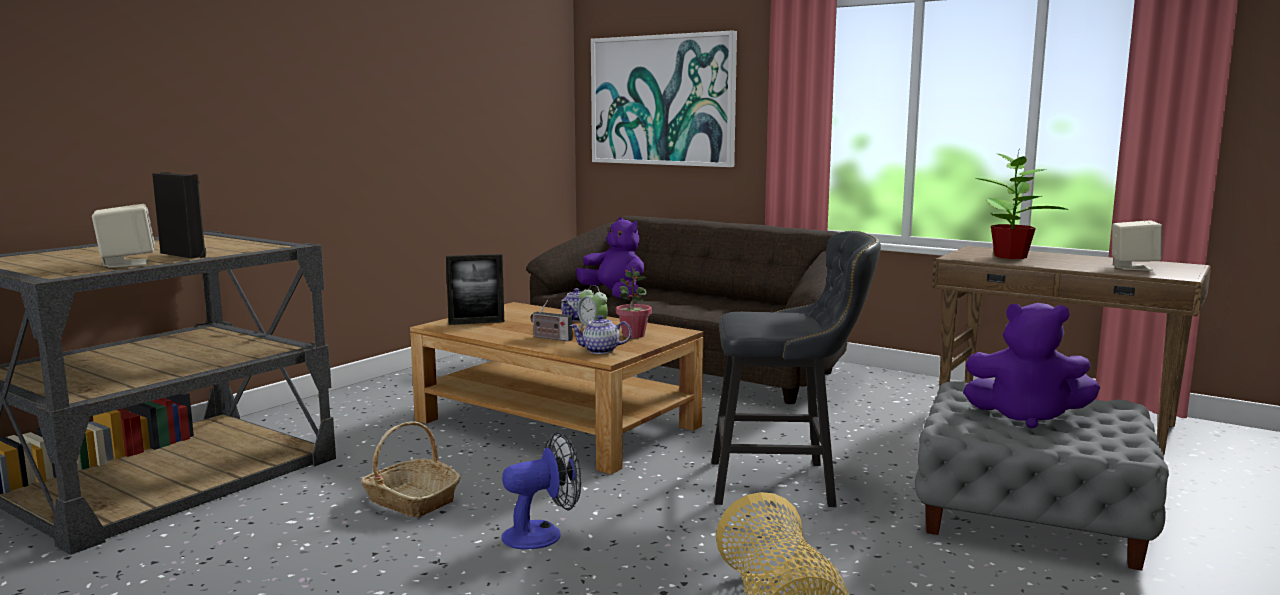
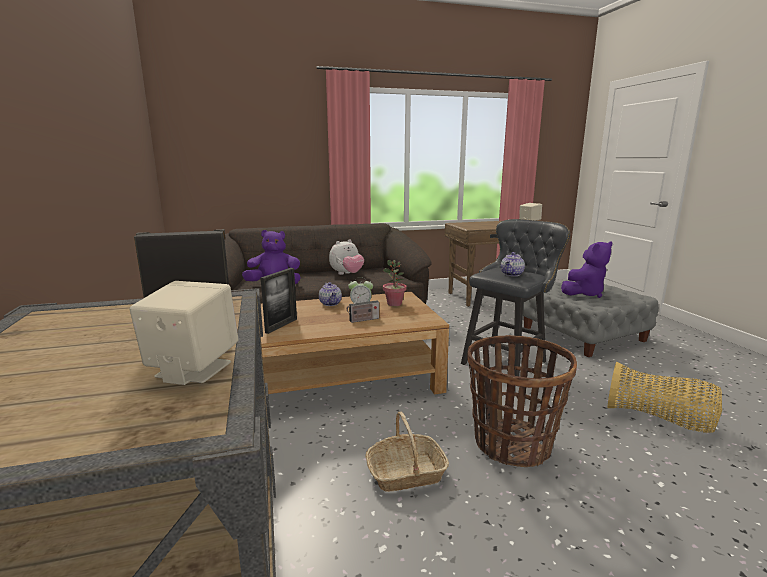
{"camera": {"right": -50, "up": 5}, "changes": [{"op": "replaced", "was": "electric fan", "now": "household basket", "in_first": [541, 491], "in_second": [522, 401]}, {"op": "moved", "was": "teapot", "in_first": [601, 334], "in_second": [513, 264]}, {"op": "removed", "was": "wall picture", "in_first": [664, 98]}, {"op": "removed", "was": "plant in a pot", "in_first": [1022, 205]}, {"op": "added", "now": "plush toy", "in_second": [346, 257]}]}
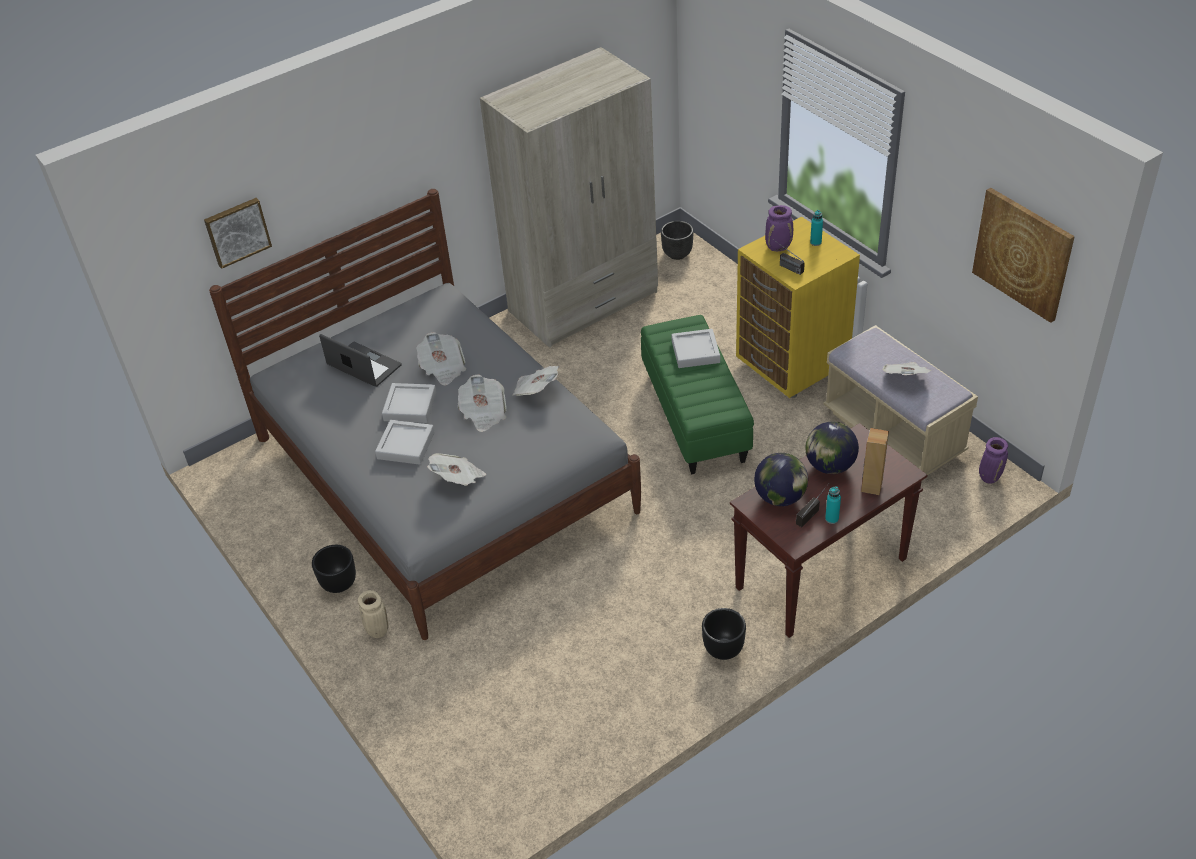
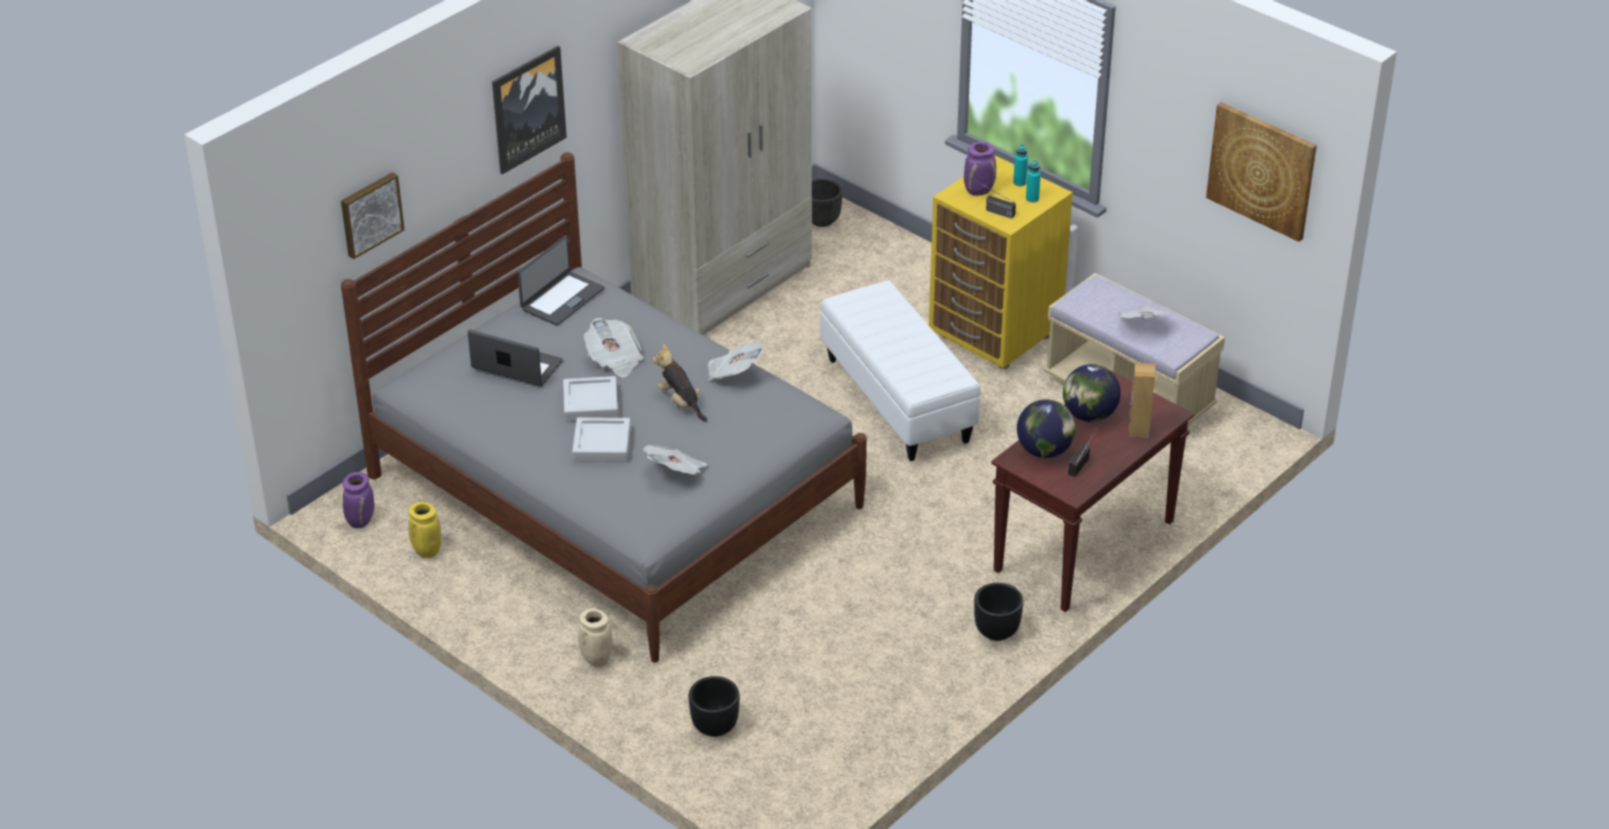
{"camera": {"right": -15, "up": -5}, "changes": [{"op": "moved", "was": "blackish flower pot", "in_first": [334, 569], "in_second": [714, 706]}, {"op": "replaced", "was": "daily paper", "now": "plush toy", "in_first": [482, 403], "in_second": [679, 383]}, {"op": "recoloured", "was": "greenish pouffe", "now": "whitish pouffe", "in_first": [697, 394], "in_second": [900, 370]}, {"op": "removed", "was": "greyish tray", "in_first": [696, 348]}, {"op": "moved", "was": "blue-green beverage bottle", "in_first": [833, 505], "in_second": [1033, 181]}, {"op": "moved", "was": "purple-coloured decorative vase", "in_first": [993, 460], "in_second": [358, 500]}, {"op": "added", "now": "yellowish decorative vase", "in_second": [424, 530]}, {"op": "added", "now": "wall picture", "in_second": [529, 110]}, {"op": "added", "now": "laptop", "in_second": [560, 280]}]}
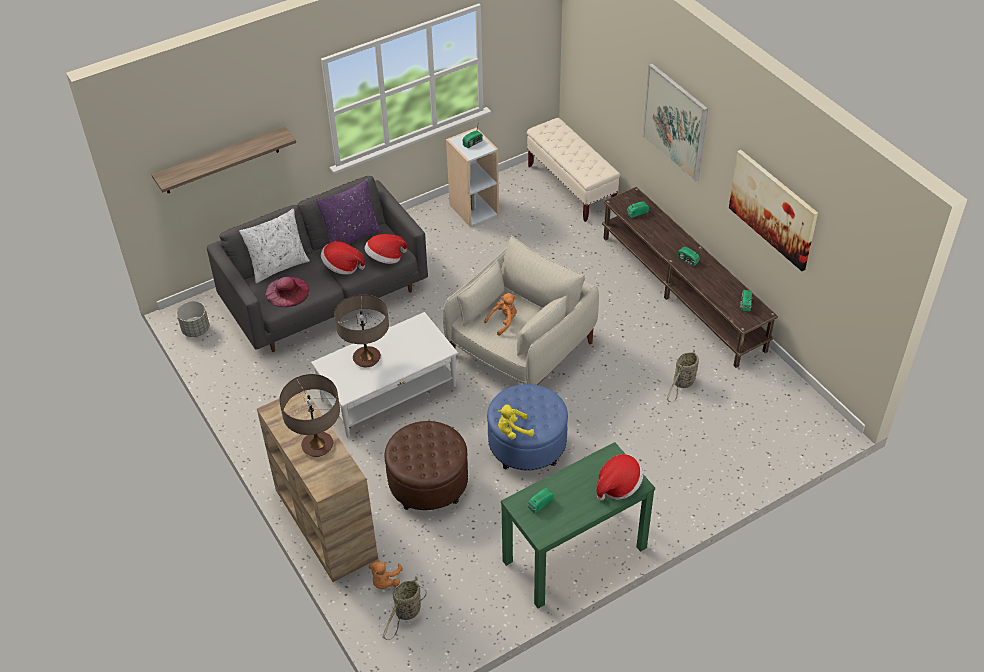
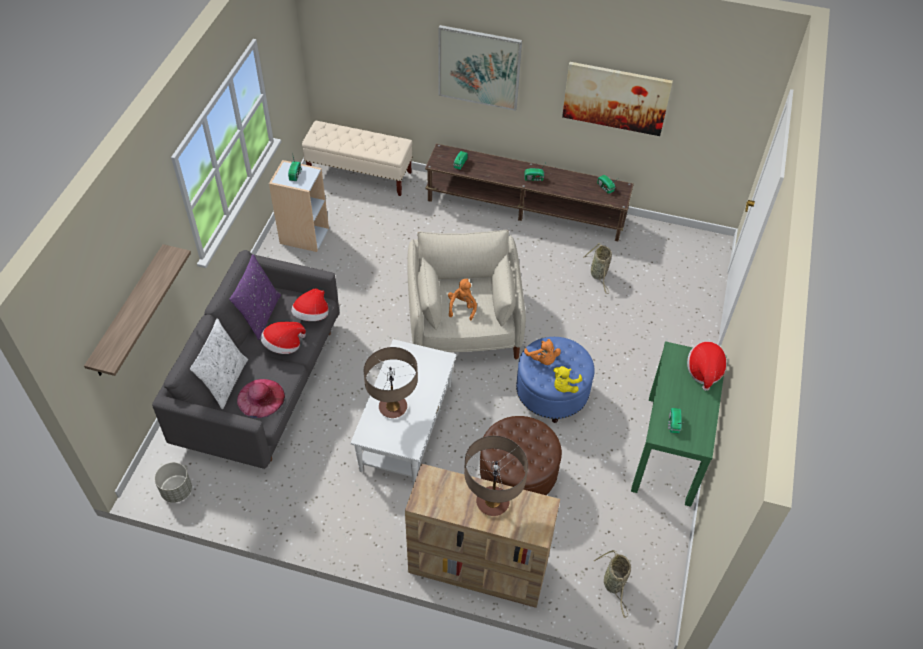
{"camera": {"right": -45, "up": 5}, "changes": [{"op": "moved", "was": "orange-coloured plush toy", "in_first": [386, 574], "in_second": [542, 352]}]}
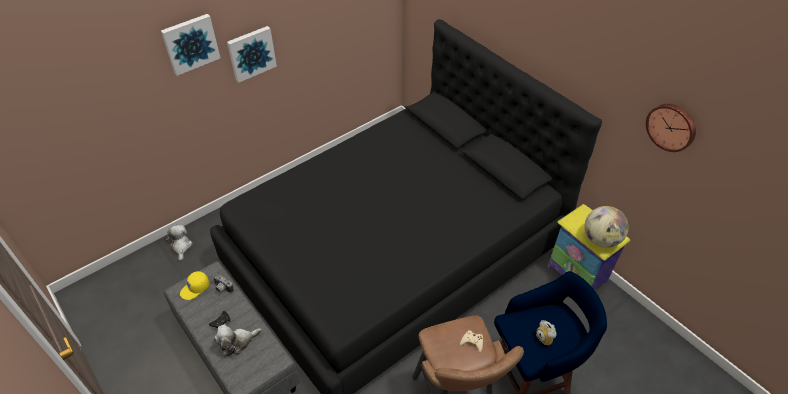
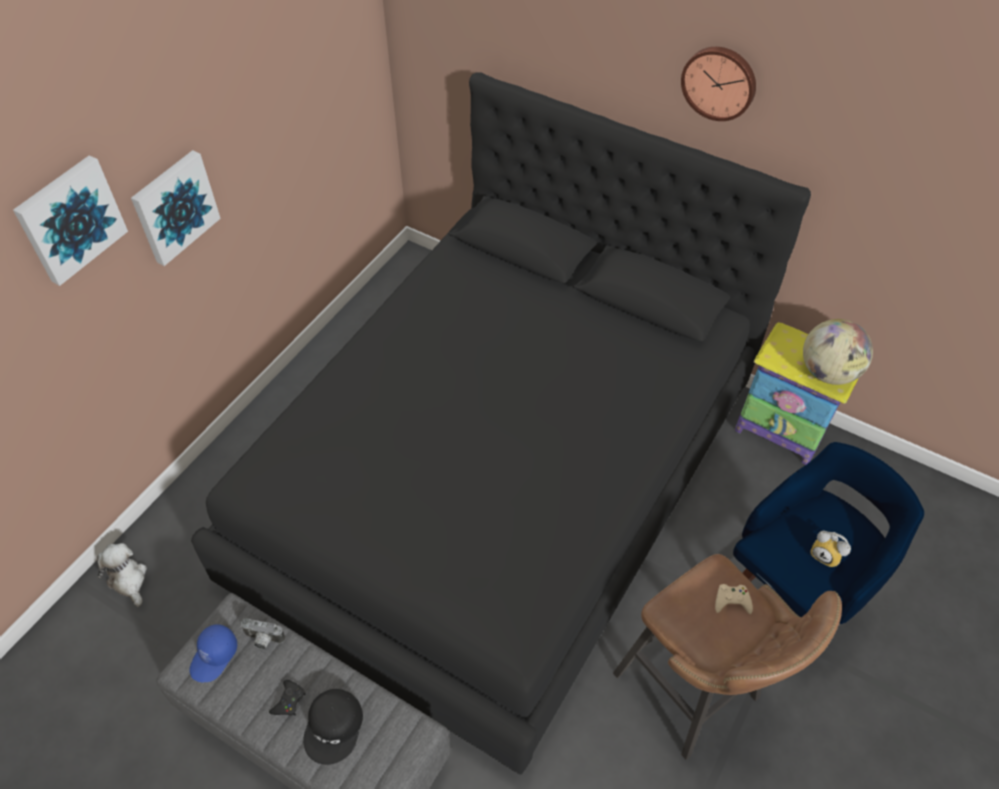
{"camera": {"right": -20, "up": 5}, "changes": [{"op": "recoloured", "was": "yellowish peaked cap", "now": "bluish peaked cap", "in_first": [194, 285], "in_second": [213, 653]}, {"op": "replaced", "was": "plush toy", "now": "blackish peaked cap", "in_first": [238, 340], "in_second": [333, 727]}, {"op": "moved", "was": "hanging clock", "in_first": [671, 128], "in_second": [718, 84]}]}
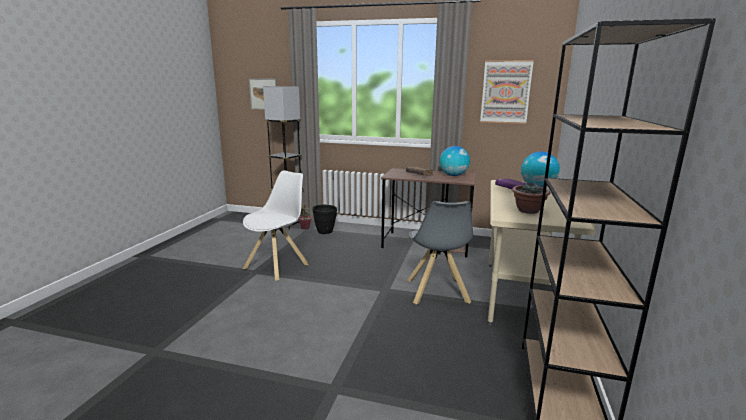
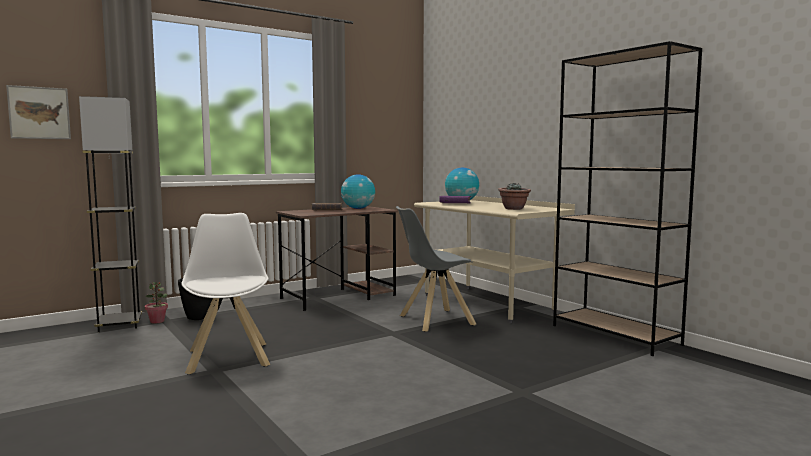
{"camera": {"right": -50, "up": -10}, "changes": [{"op": "turned", "was": "greyish chair", "in_first": [440, 253], "in_second": [436, 269], "clockwise": 120}, {"op": "removed", "was": "wall picture", "in_first": [507, 92]}]}
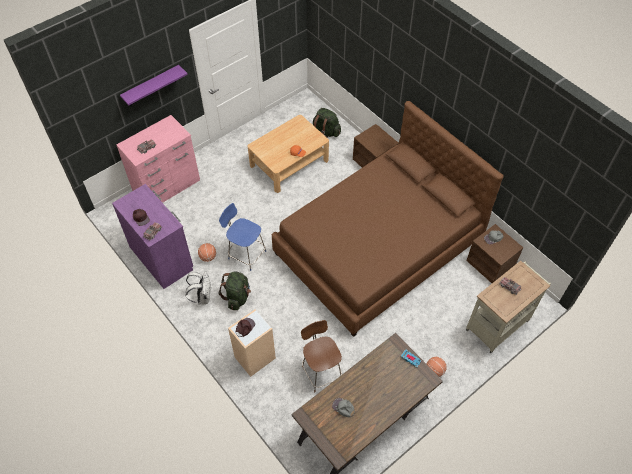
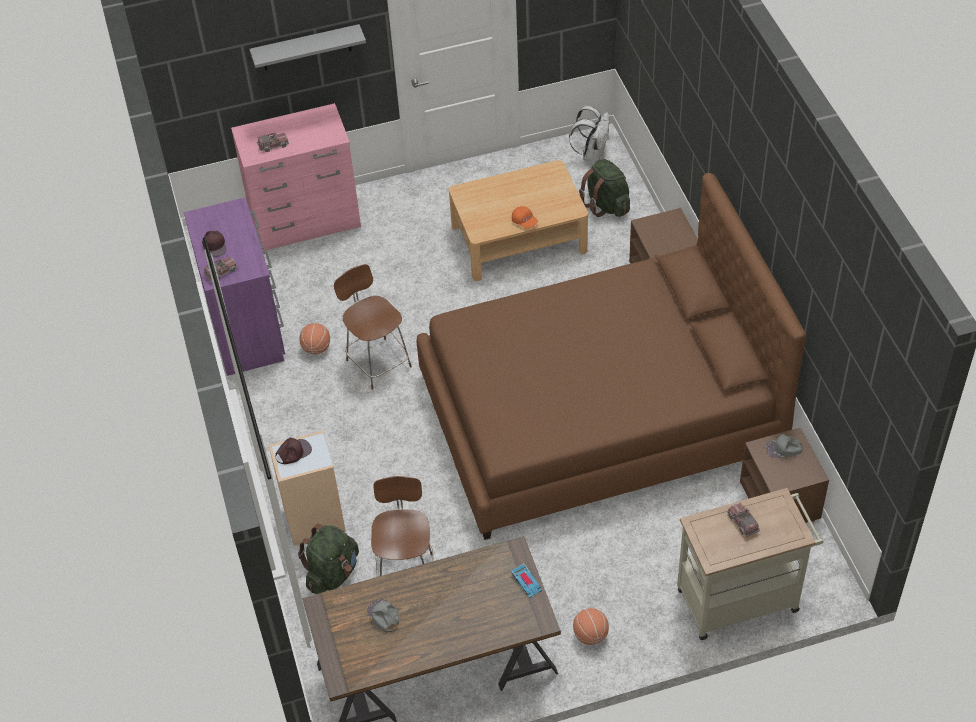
{"camera": {"right": 25, "up": -5}, "changes": [{"op": "recoloured", "was": "purple-coloured shelf", "now": "greyish shelf", "in_first": [154, 85], "in_second": [307, 47]}, {"op": "moved", "was": "whitish backpack", "in_first": [198, 288], "in_second": [589, 134]}, {"op": "recoloured", "was": "bluish chair", "now": "brownish chair", "in_first": [242, 237], "in_second": [373, 327]}, {"op": "moved", "was": "greenish backpack", "in_first": [235, 291], "in_second": [328, 559]}]}
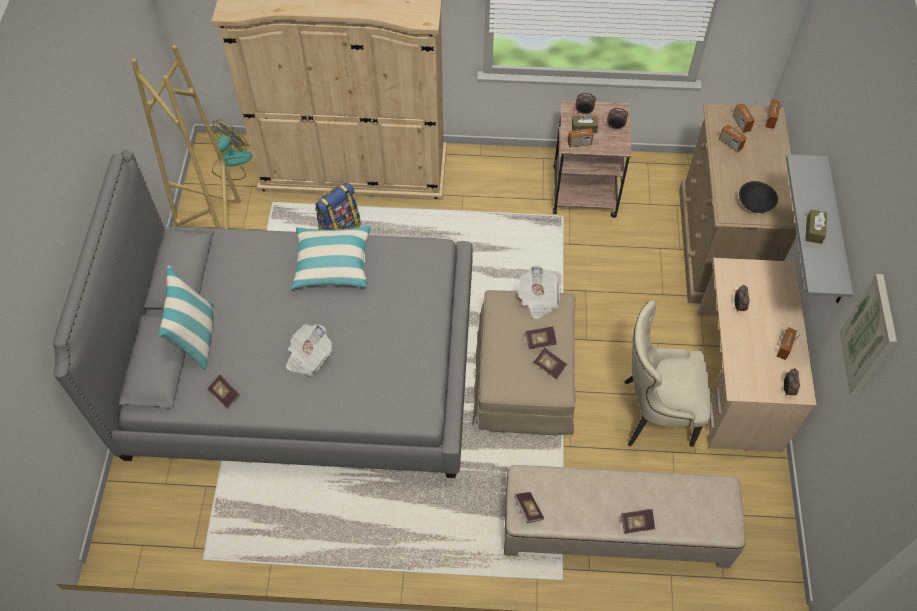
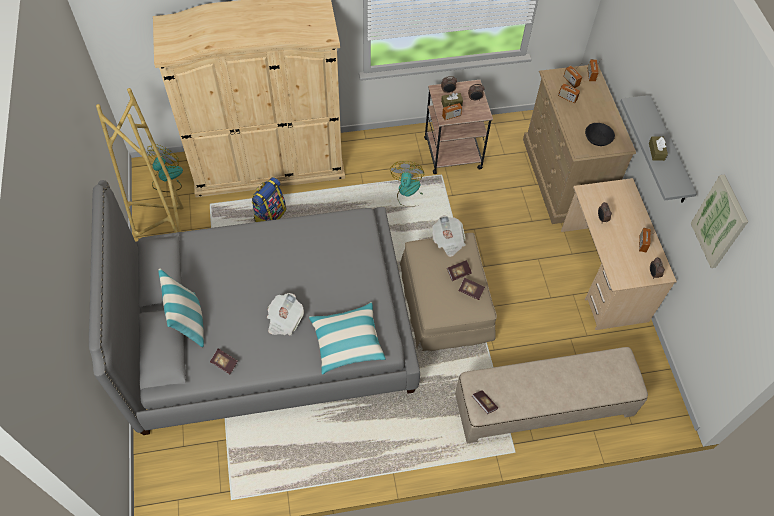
{"camera": {"right": -15, "up": 0}, "changes": [{"op": "moved", "was": "cushion", "in_first": [330, 257], "in_second": [347, 338]}, {"op": "removed", "was": "volume", "in_first": [638, 521]}, {"op": "removed", "was": "sand-coloured chair", "in_first": [667, 373]}, {"op": "added", "now": "electric fan", "in_second": [407, 183]}]}
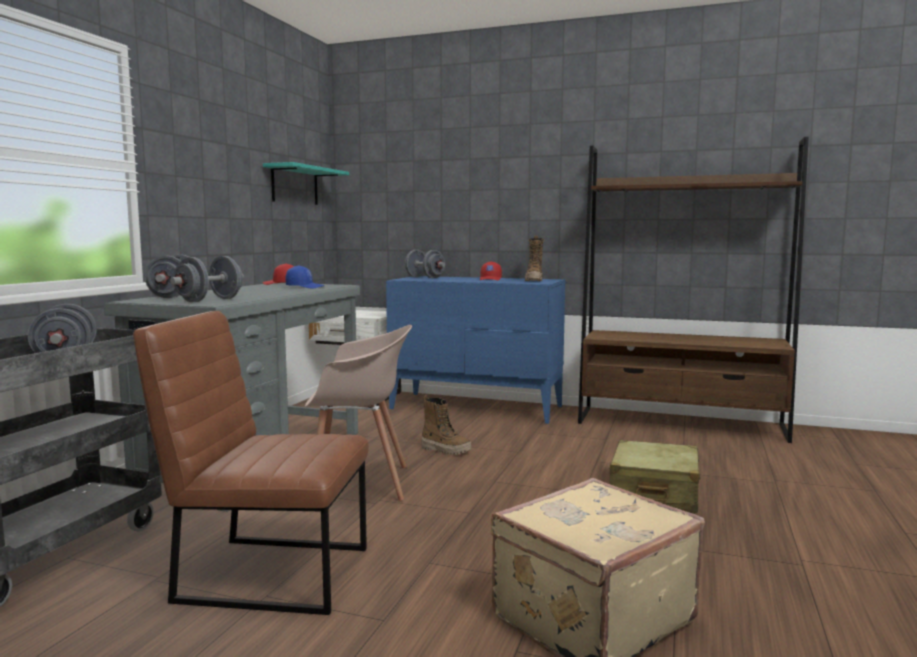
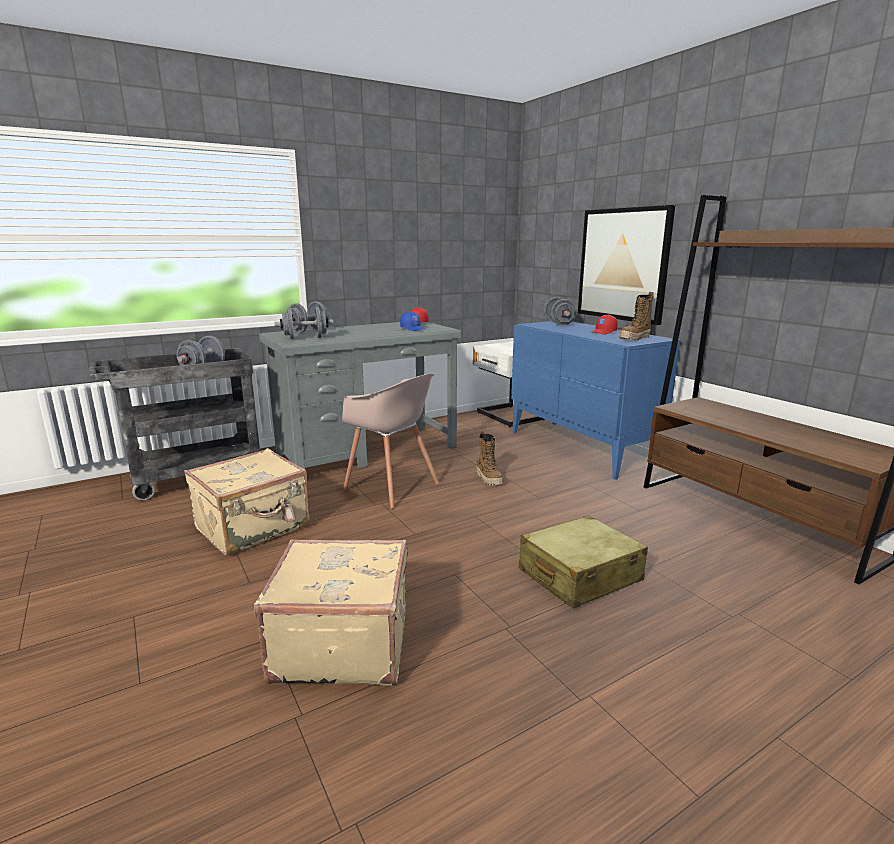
{"camera": {"right": 40, "up": 10}, "changes": [{"op": "replaced", "was": "brownish chair", "now": "sand-coloured suitcase", "in_first": [251, 463], "in_second": [247, 502]}, {"op": "removed", "was": "blue-green shelf", "in_first": [306, 183]}, {"op": "added", "now": "wall picture", "in_second": [626, 265]}]}
